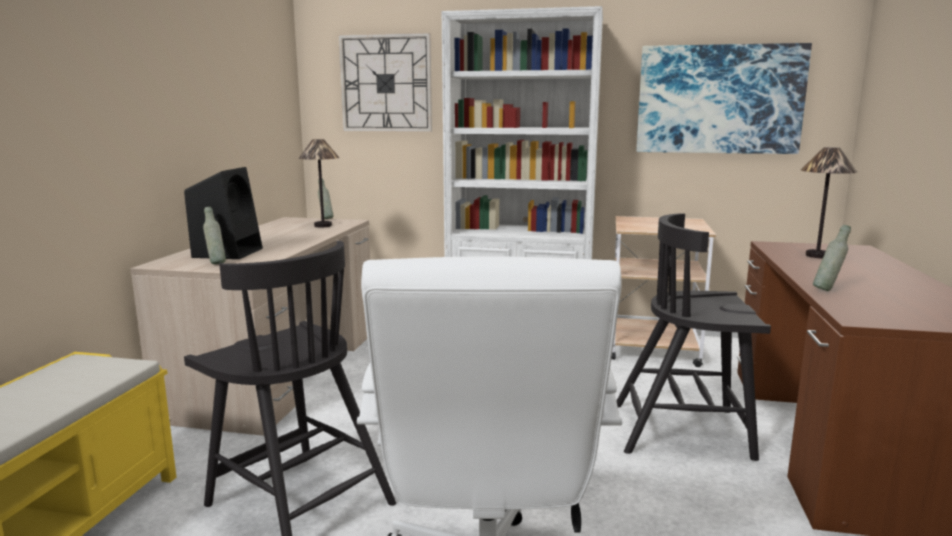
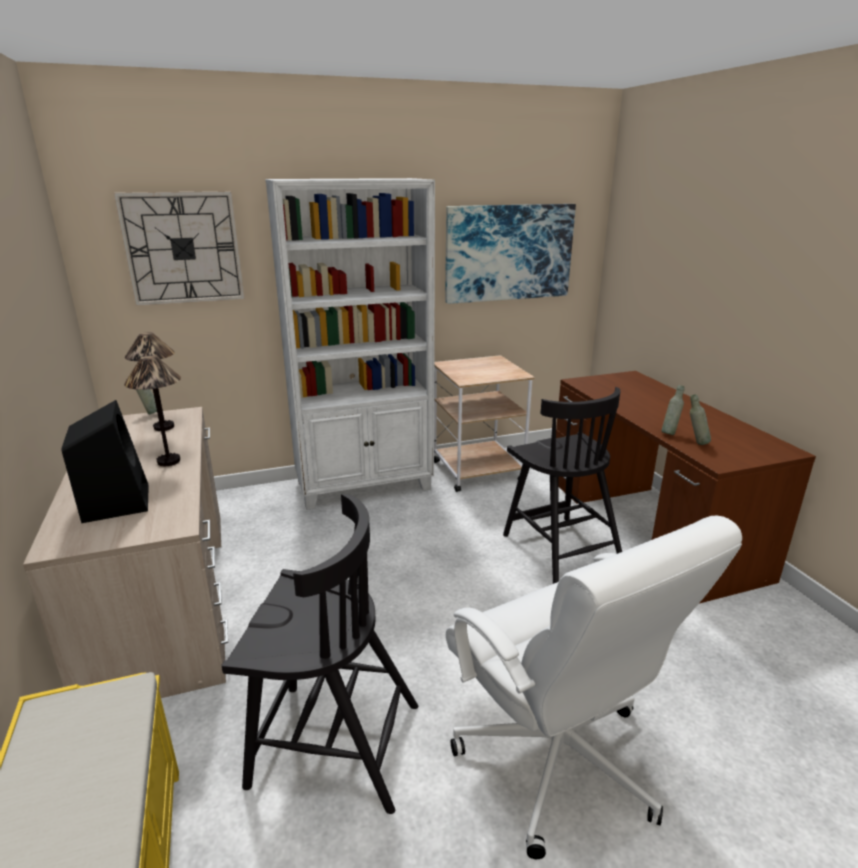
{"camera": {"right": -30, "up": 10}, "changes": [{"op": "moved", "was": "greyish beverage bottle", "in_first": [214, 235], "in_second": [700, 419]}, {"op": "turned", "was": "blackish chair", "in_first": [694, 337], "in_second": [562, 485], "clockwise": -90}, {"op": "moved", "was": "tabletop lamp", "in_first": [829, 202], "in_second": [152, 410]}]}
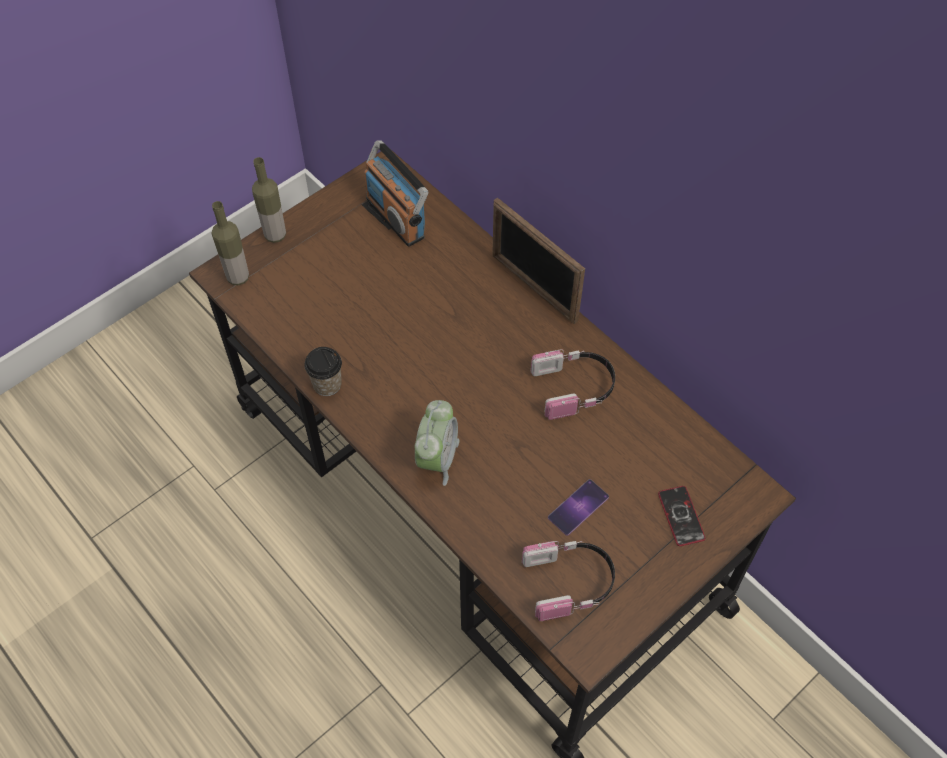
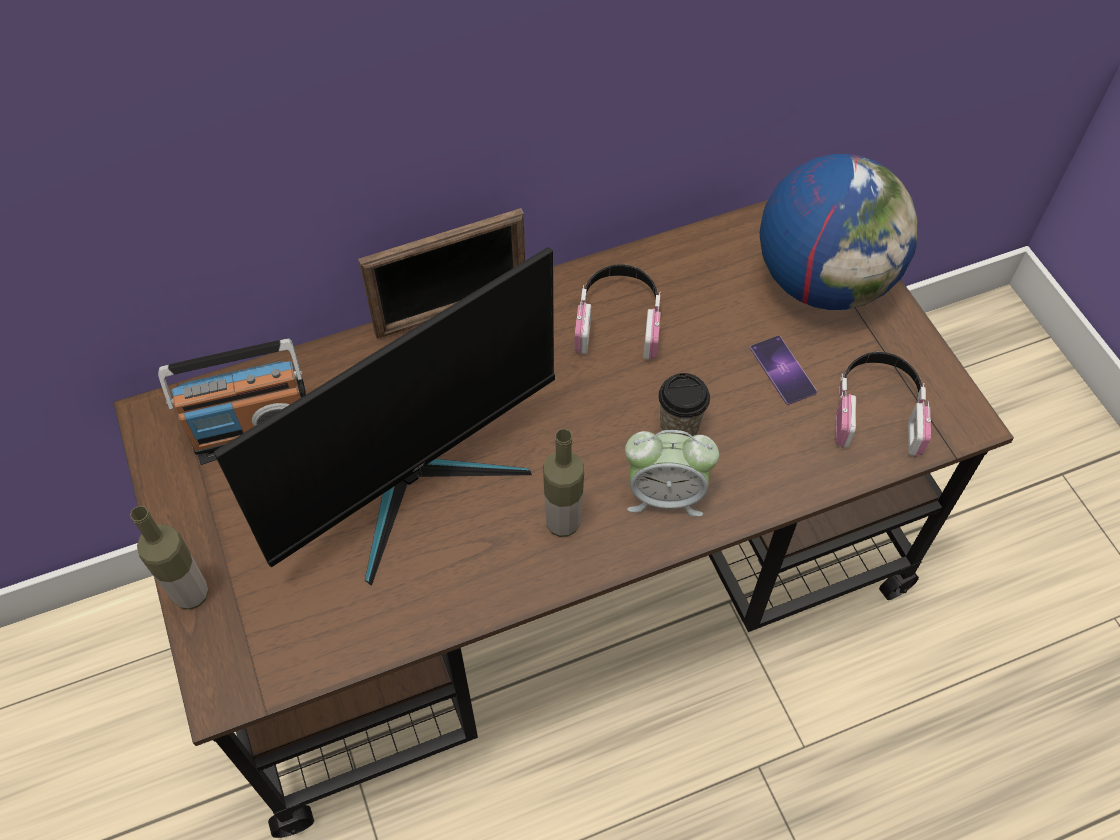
{"camera": {"right": -70, "up": 0}, "changes": [{"op": "moved", "was": "beverage bottle", "in_first": [230, 243], "in_second": [563, 483]}, {"op": "moved", "was": "drinking cup", "in_first": [323, 371], "in_second": [684, 405]}, {"op": "turned", "was": "bedside clock", "in_first": [437, 443], "in_second": [672, 473], "clockwise": 150}, {"op": "replaced", "was": "telephone", "now": "globe", "in_first": [682, 516], "in_second": [839, 232]}, {"op": "added", "now": "computer screen", "in_second": [384, 416]}]}
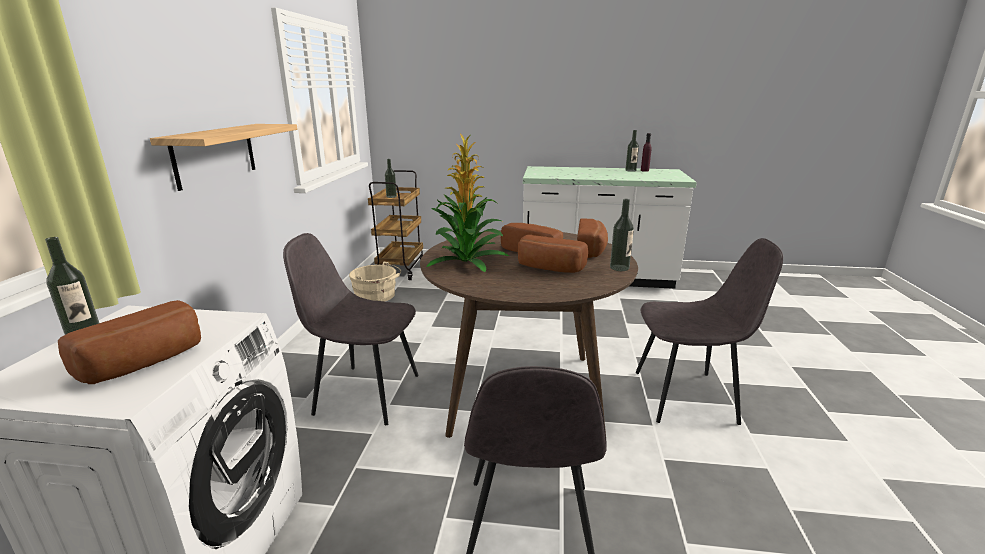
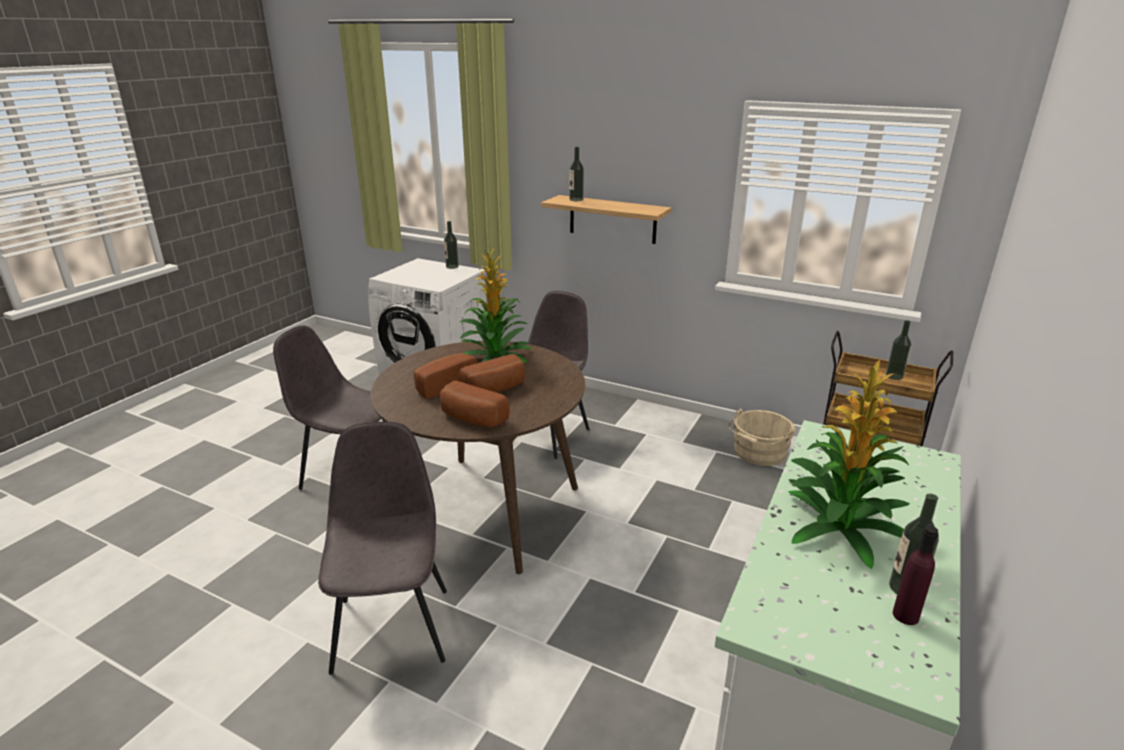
{"camera": {"right": 110, "up": 5}, "changes": [{"op": "removed", "was": "bread", "in_first": [129, 342]}, {"op": "moved", "was": "beverage bottle", "in_first": [622, 235], "in_second": [577, 174]}, {"op": "turned", "was": "greyish chair", "in_first": [709, 331], "in_second": [382, 548], "clockwise": 150}, {"op": "added", "now": "plant in a pot", "in_second": [849, 464]}]}
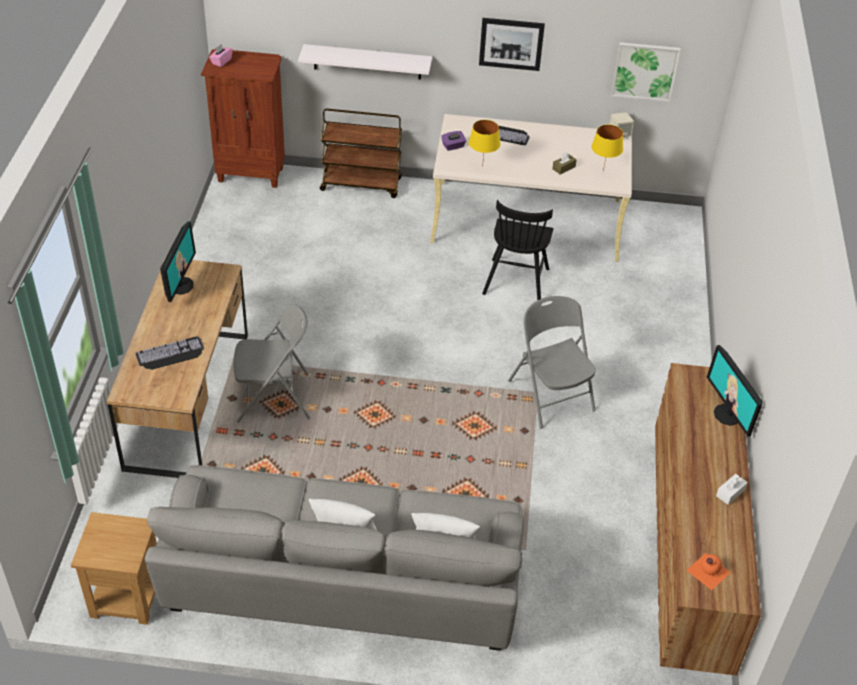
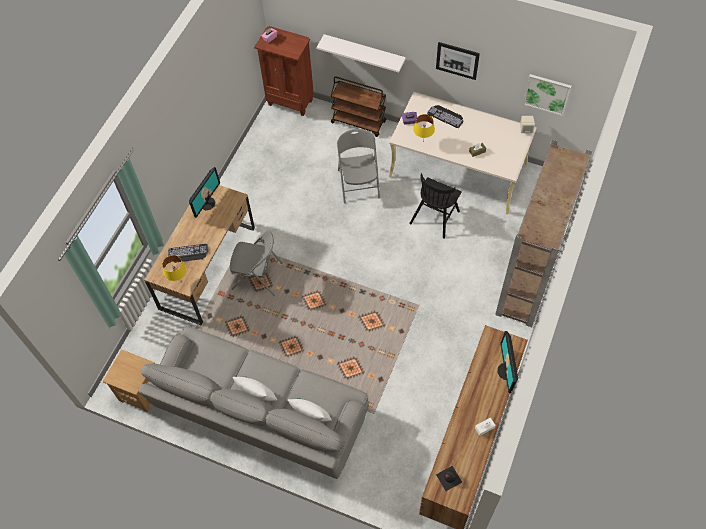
{"camera": {"right": 20, "up": 15}, "changes": [{"op": "moved", "was": "greyish chair", "in_first": [552, 362], "in_second": [358, 166]}, {"op": "moved", "was": "yellowish tabletop lamp", "in_first": [607, 148], "in_second": [174, 268]}, {"op": "recoloured", "was": "orange-coloured beverage bottle", "now": "blackish beverage bottle", "in_first": [708, 571], "in_second": [449, 478]}, {"op": "added", "now": "brownish bookshelf", "in_second": [544, 233]}]}
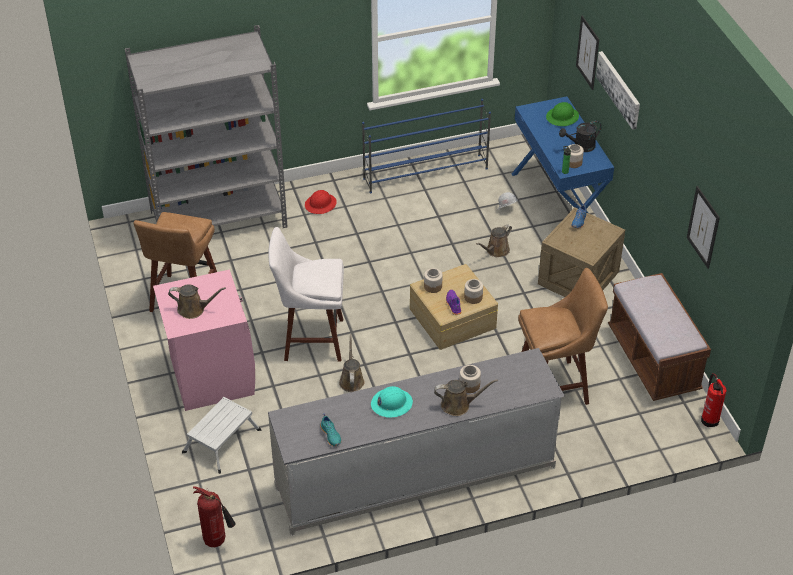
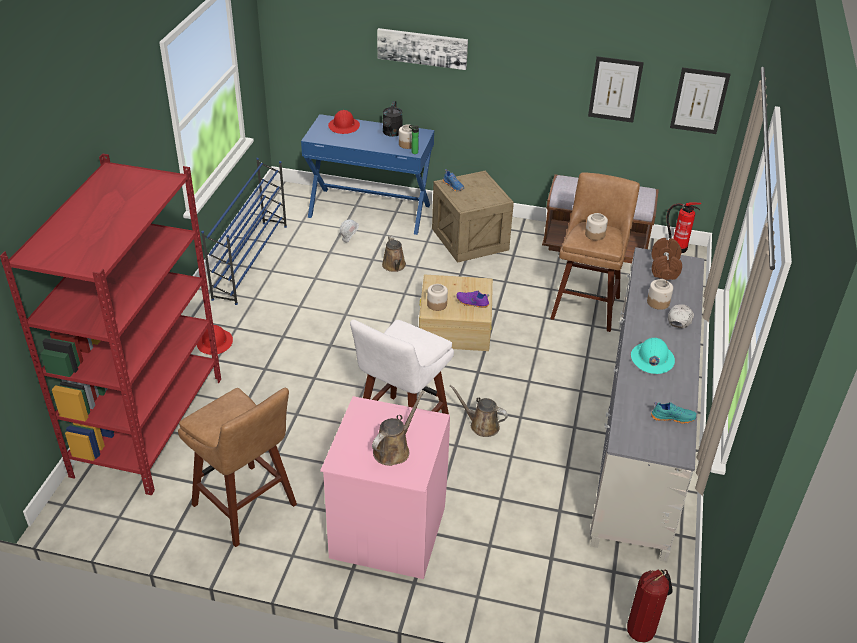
{"camera": {"right": -60, "up": -5}, "changes": [{"op": "recoloured", "was": "greyish bookshelf", "now": "red bookshelf", "in_first": [206, 126], "in_second": [110, 324]}, {"op": "removed", "was": "whitish stepladder", "in_first": [221, 435]}, {"op": "replaced", "was": "brownish watering pot", "now": "whitish peaked cap", "in_first": [466, 397], "in_second": [681, 316]}, {"op": "moved", "was": "jar", "in_first": [473, 291], "in_second": [596, 226]}, {"op": "recoloured", "was": "greenish safety helmet", "now": "red safety helmet", "in_first": [562, 114], "in_second": [344, 122]}, {"op": "moved", "was": "wall picture", "in_first": [587, 53], "in_second": [700, 100]}, {"op": "added", "now": "brownish free weight", "in_second": [666, 259]}]}
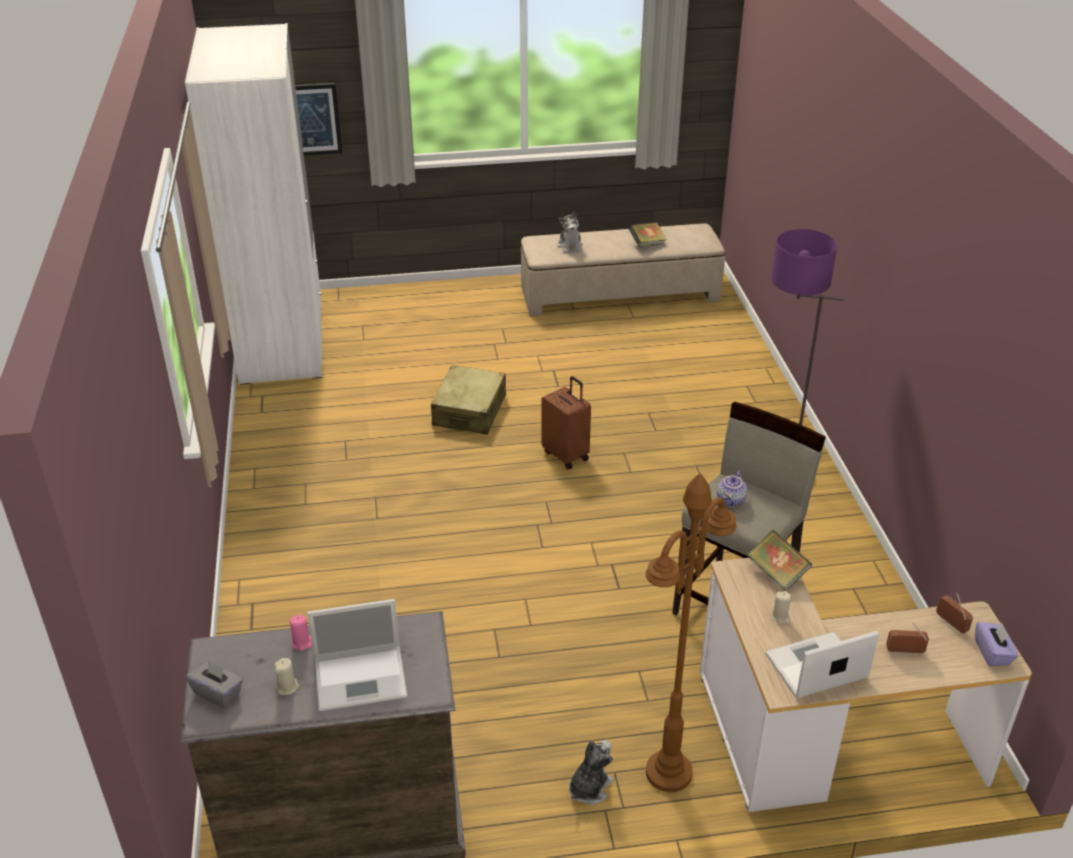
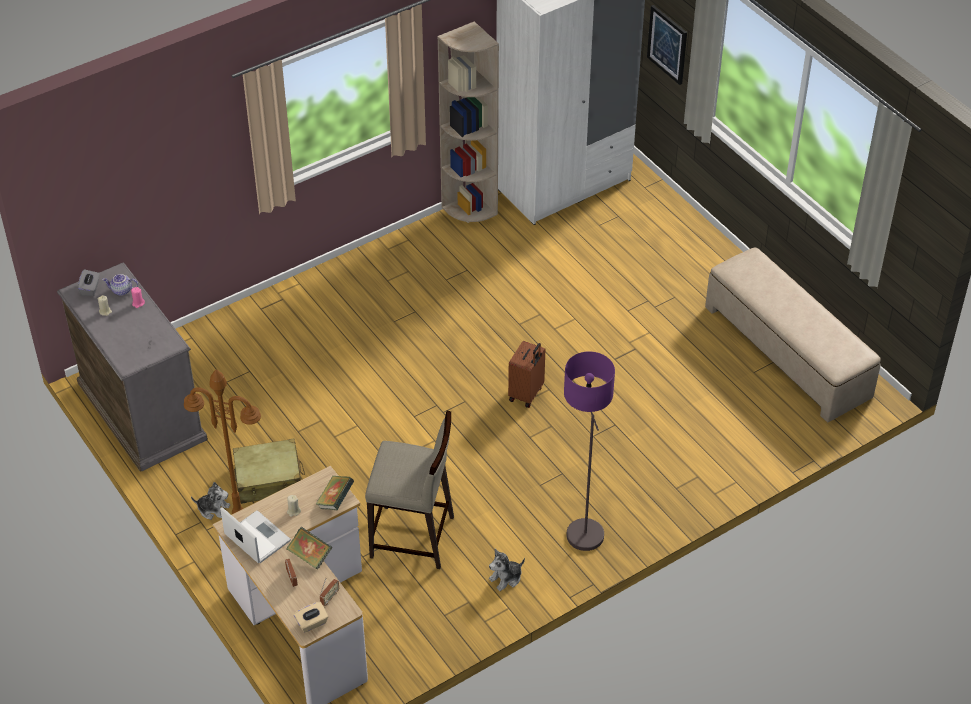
{"camera": {"right": 65, "up": 10}, "changes": [{"op": "removed", "was": "laptop", "in_first": [357, 655]}, {"op": "moved", "was": "sand-coloured suitcase", "in_first": [468, 400], "in_second": [269, 471]}, {"op": "moved", "was": "plush toy", "in_first": [570, 232], "in_second": [507, 570]}, {"op": "moved", "was": "volume", "in_first": [647, 234], "in_second": [309, 548]}, {"op": "moved", "was": "teapot", "in_first": [732, 488], "in_second": [120, 285]}, {"op": "recoloured", "was": "purple-coloured tissue box", "now": "sand-coloured tissue box", "in_first": [996, 644], "in_second": [311, 617]}, {"op": "added", "now": "sand-coloured bookshelf", "in_second": [468, 122]}]}
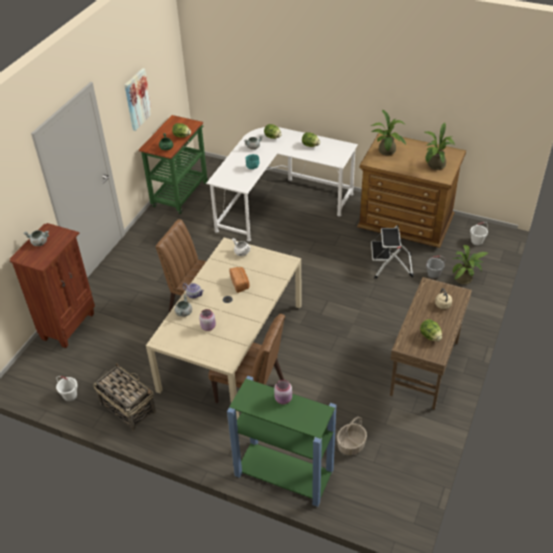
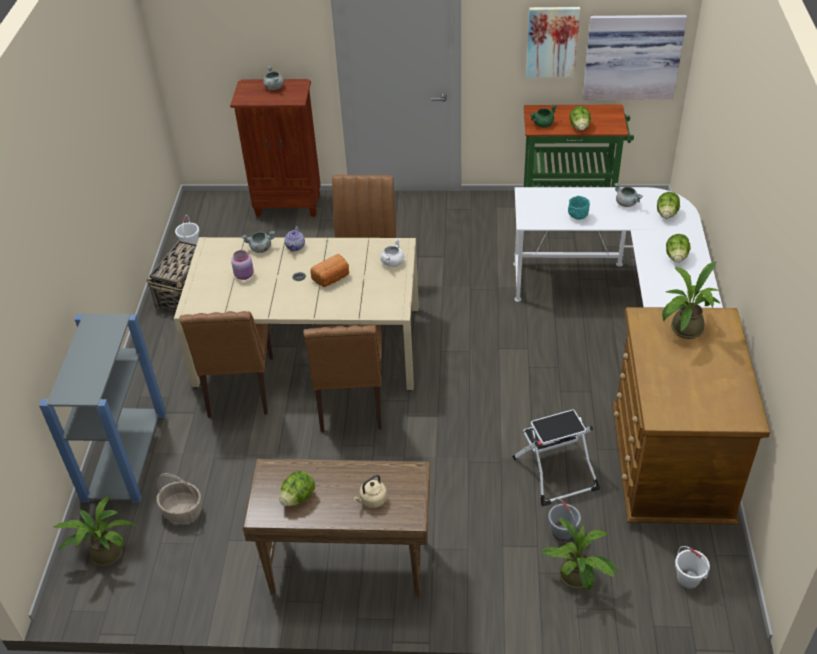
{"camera": {"right": 70, "up": 0}, "changes": [{"op": "recoloured", "was": "greenish bookshelf", "now": "greyish bookshelf", "in_first": [281, 441], "in_second": [102, 408]}, {"op": "removed", "was": "pink-coloured jar", "in_first": [283, 392]}, {"op": "moved", "was": "plant in a pot", "in_first": [439, 146], "in_second": [95, 531]}, {"op": "added", "now": "brownish chair", "in_second": [342, 378]}, {"op": "added", "now": "wall picture", "in_second": [635, 57]}]}
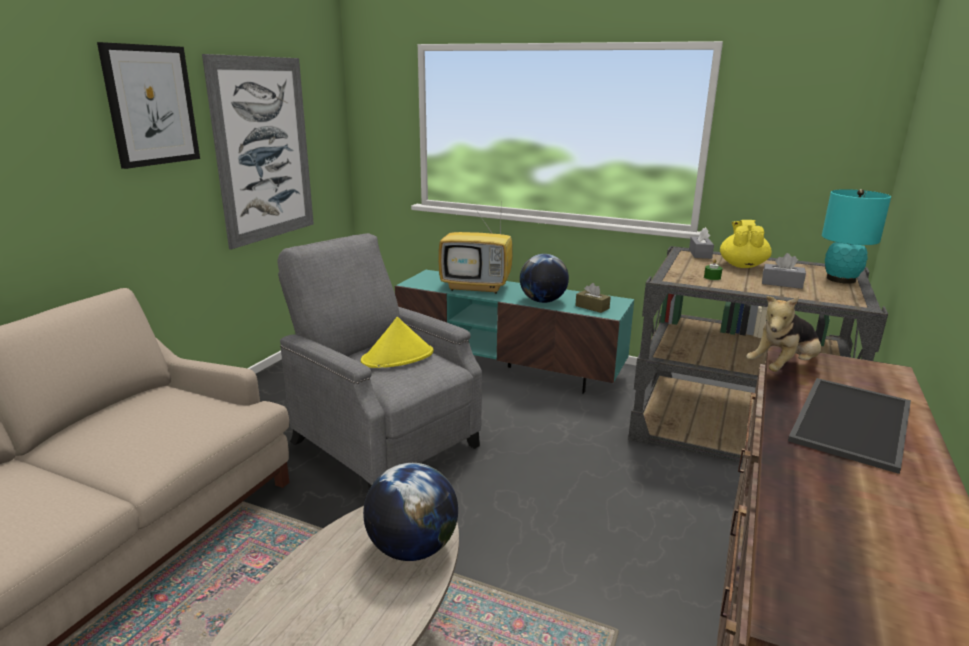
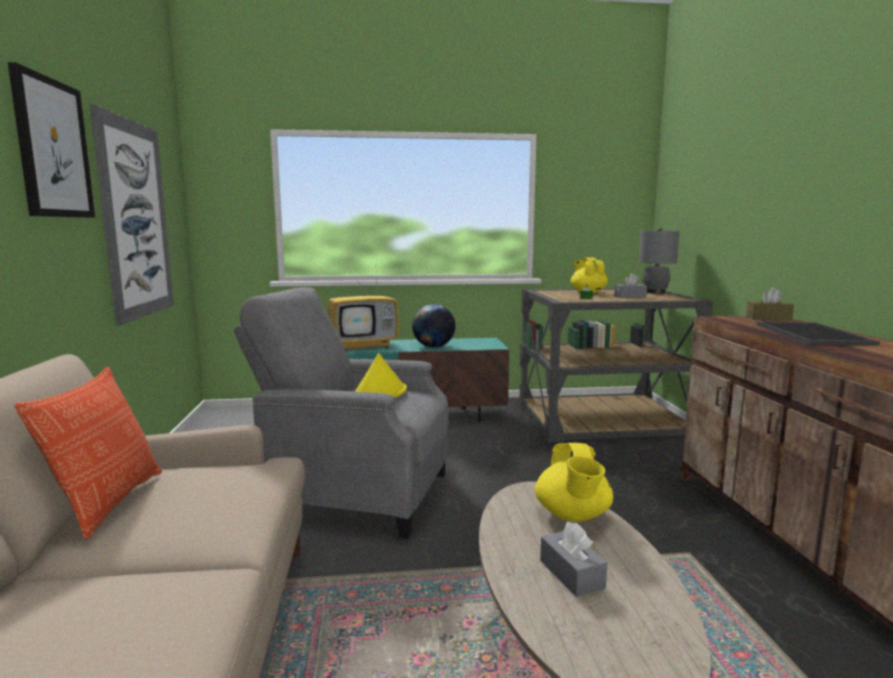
{"camera": {"right": -30, "up": -10}, "changes": [{"op": "replaced", "was": "globe", "now": "yellowish teapot", "in_first": [410, 512], "in_second": [574, 482]}, {"op": "moved", "was": "brownish tissue box", "in_first": [593, 298], "in_second": [770, 303]}, {"op": "moved", "was": "greyish tissue box", "in_first": [701, 243], "in_second": [573, 559]}, {"op": "removed", "was": "plush toy", "in_first": [783, 334]}, {"op": "recoloured", "was": "blue-green tabletop lamp", "now": "greyish tabletop lamp", "in_first": [856, 236], "in_second": [659, 261]}, {"op": "added", "now": "orange-coloured cushion", "in_second": [88, 453]}]}
